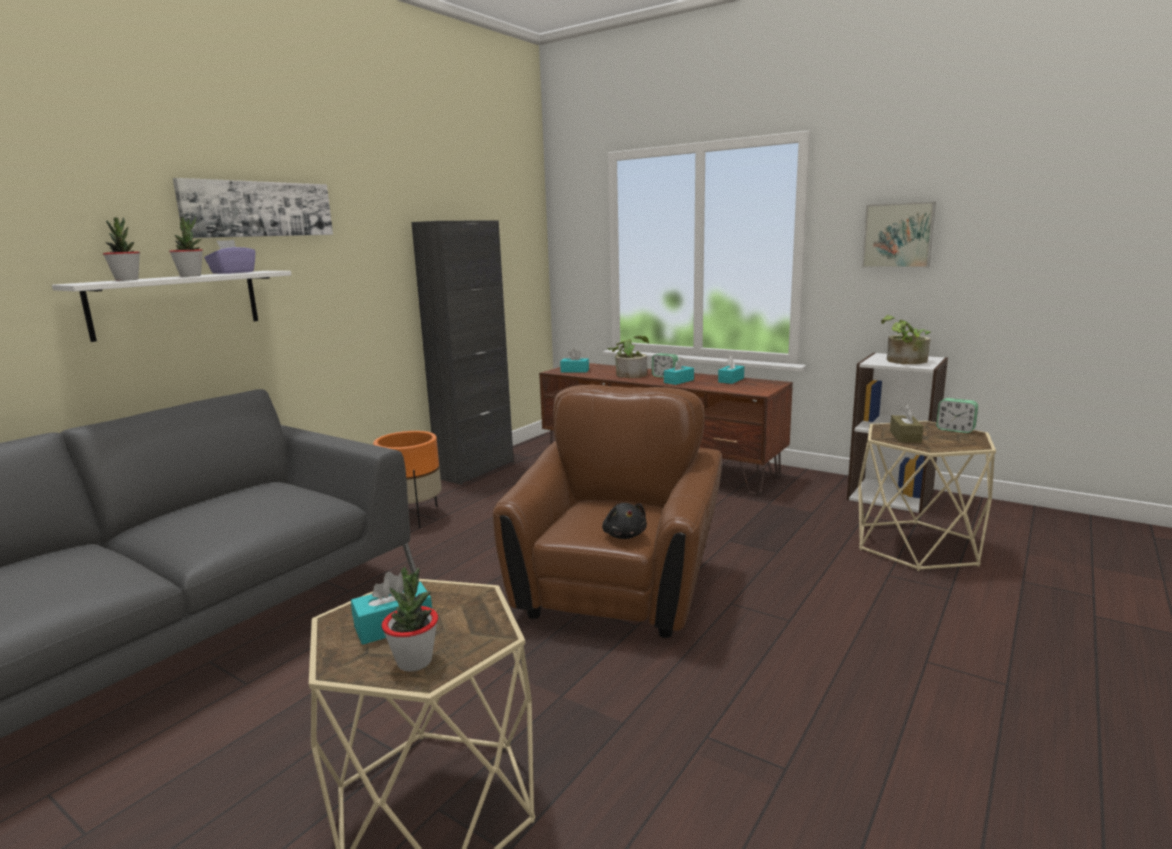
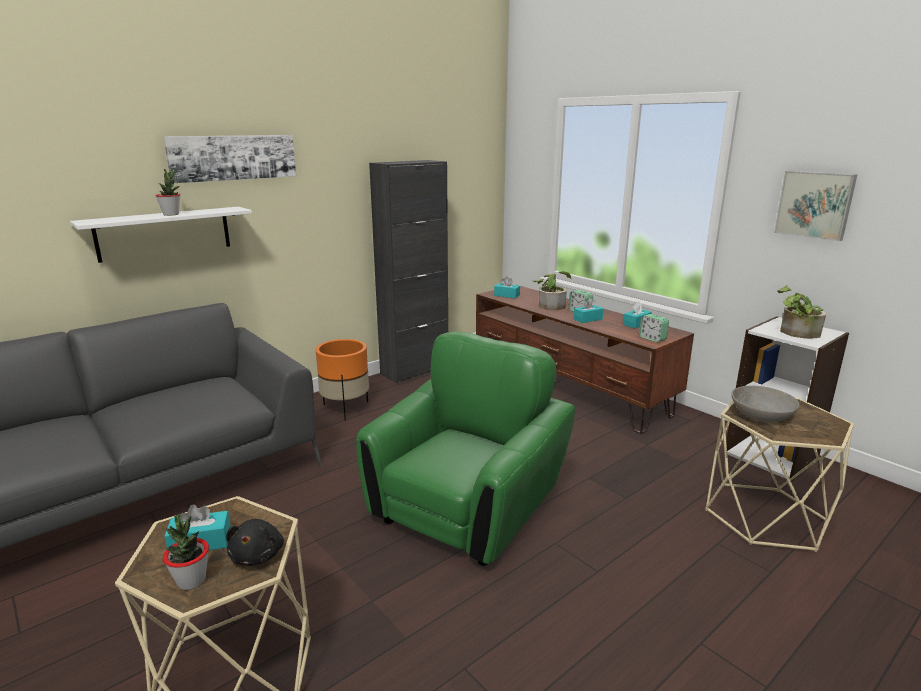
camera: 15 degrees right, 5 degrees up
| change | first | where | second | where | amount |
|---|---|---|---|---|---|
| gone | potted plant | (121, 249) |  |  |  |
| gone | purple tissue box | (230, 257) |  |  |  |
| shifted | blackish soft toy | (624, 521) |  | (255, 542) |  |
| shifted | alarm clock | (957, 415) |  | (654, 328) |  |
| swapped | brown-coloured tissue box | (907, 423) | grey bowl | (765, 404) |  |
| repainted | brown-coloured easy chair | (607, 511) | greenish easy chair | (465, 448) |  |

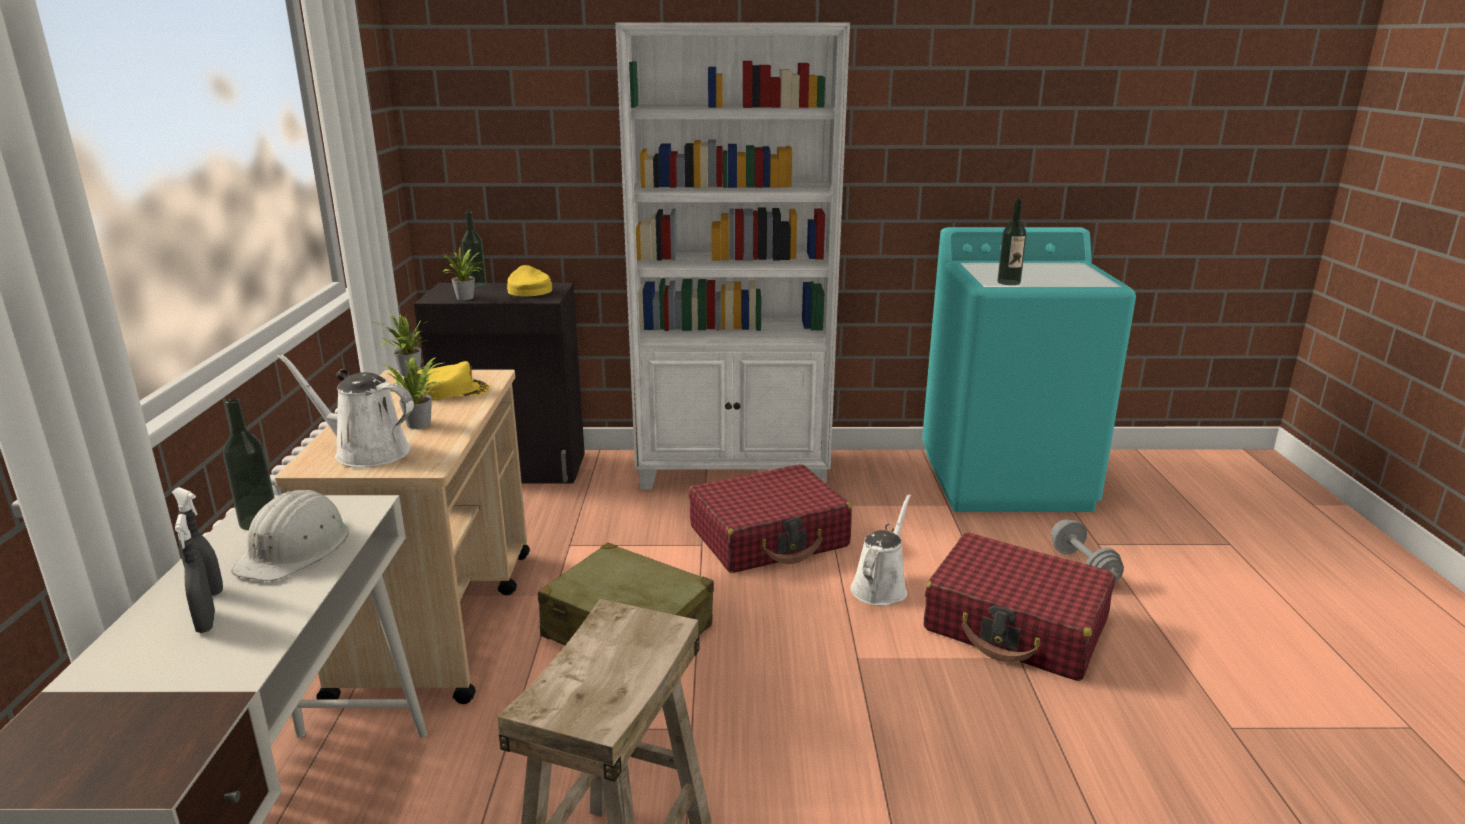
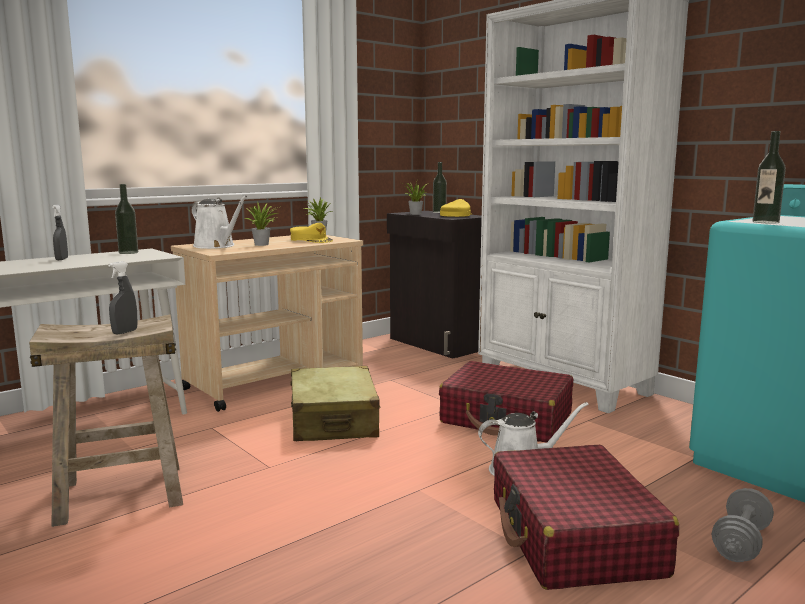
camera: 50 degrees right, 10 degrees down
| change | first | where | second | where | amount |
|---|---|---|---|---|---|
| gone | white work helmet | (290, 535) |  |  |  |
| shifted | grey sprayer | (195, 573) |  | (122, 297) |  |
| rotated | white watering pot | (345, 411) |  | (220, 222) | 150 degrees clockwise |

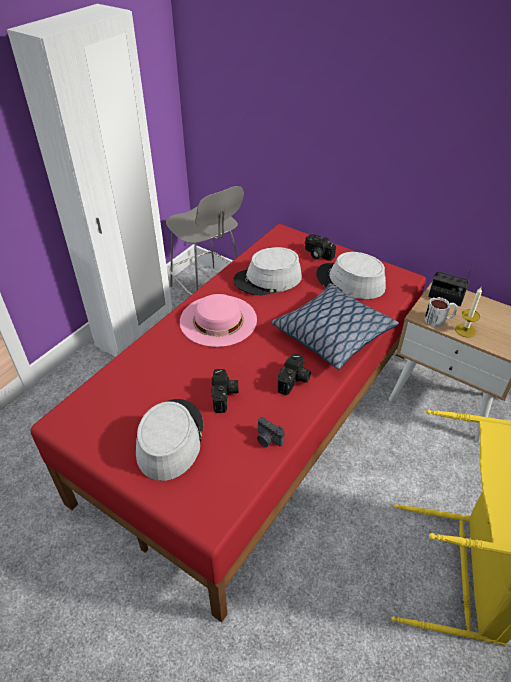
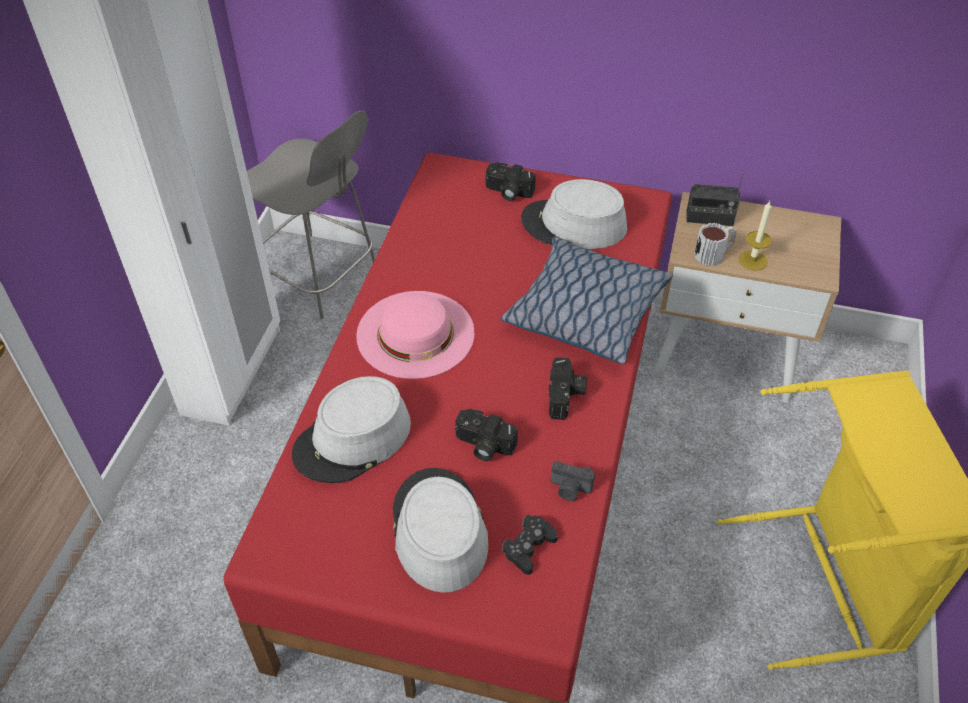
camera: 20 degrees left, 5 degrees up
| change | first | where | second | where | amount |
|---|---|---|---|---|---|
| new |  |  | blackish joypad | (530, 545) |  |
| shifted | grey hat | (267, 271) |  | (351, 429) |  |
| rotated | photo camera | (225, 391) |  | (486, 435) | 135 degrees clockwise |

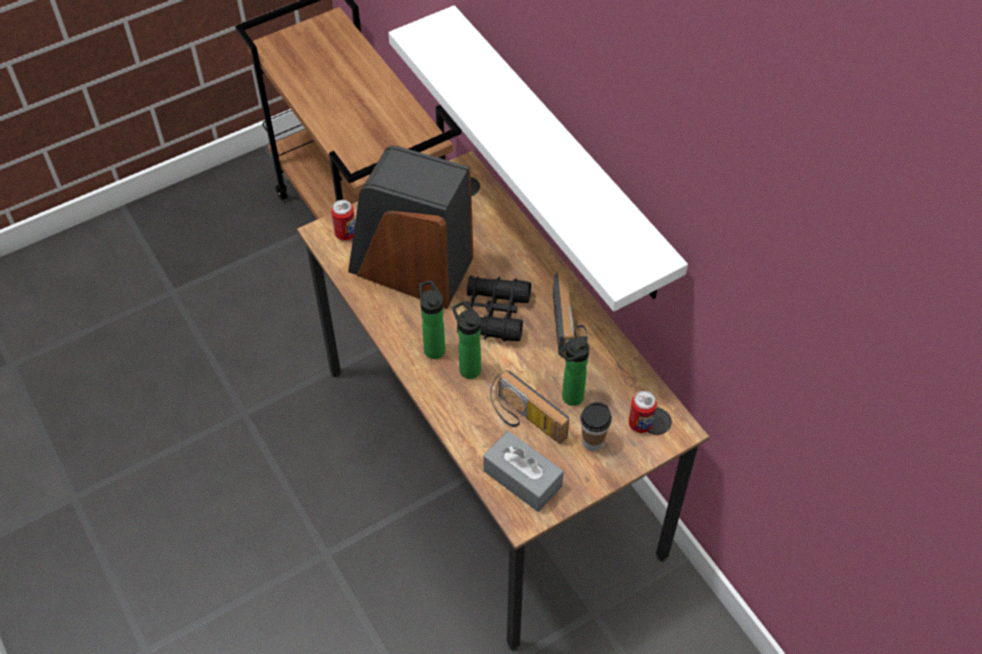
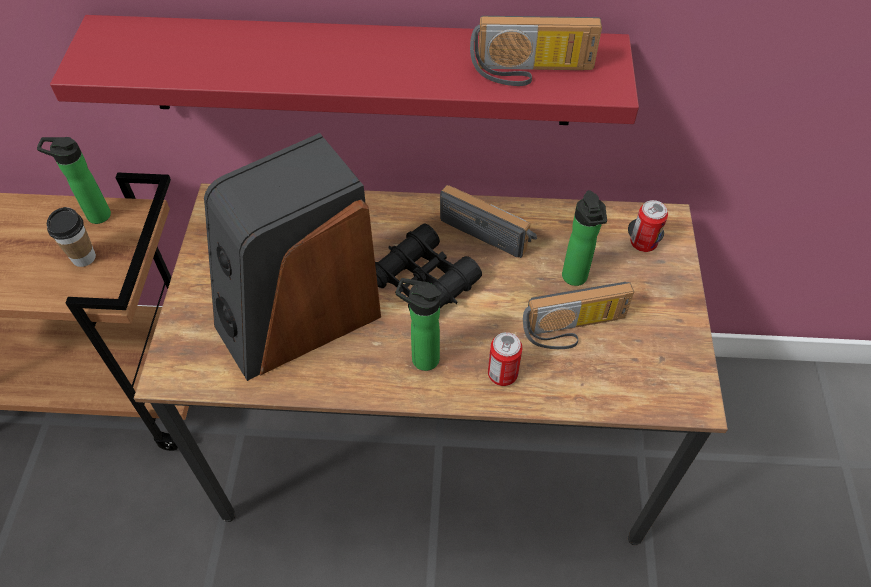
camera: 55 degrees left, 0 degrees up
| change | first | where | second | where | amount |
|---|---|---|---|---|---|
| gone | grey tissue box | (523, 471) |  |  |  |
| new |  |  | radio | (536, 51) |  |
| shifted | can | (343, 220) |  | (505, 359) |  |
| shifted | bottle | (466, 340) |  | (74, 180) |  |
| shifted | drinking cup | (596, 426) |  | (71, 237) |  |
| repainted | white shelf | (538, 158) | reddish shelf | (344, 70) |  |

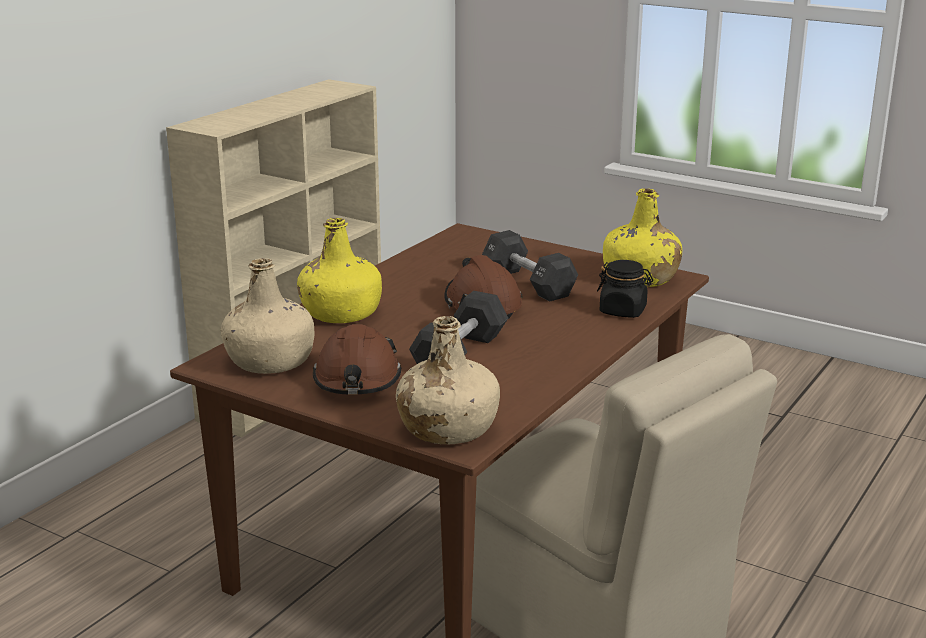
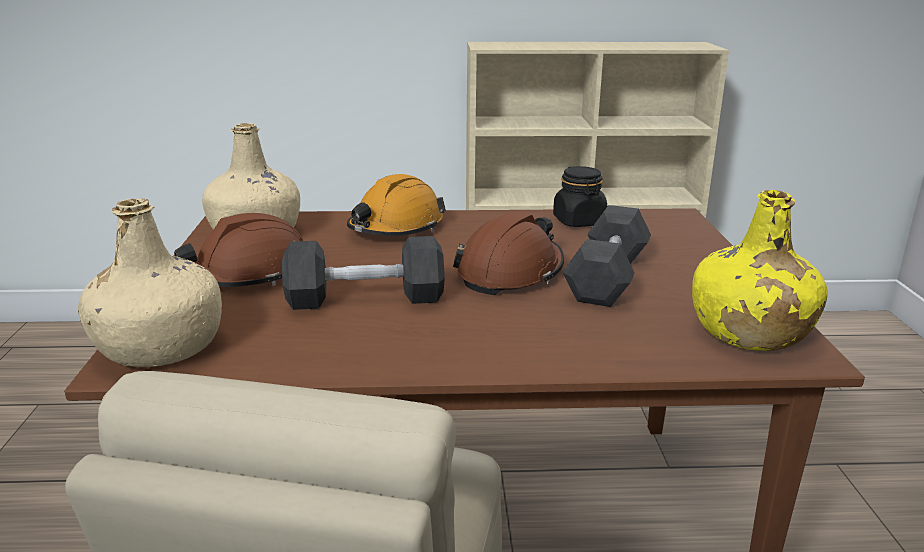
camera: 55 degrees right, 0 degrees up
| change | first | where | second | where | amount |
|---|---|---|---|---|---|
| shifted | blackish preserve jar | (625, 289) |  | (580, 196) |  |
| swapped | yellow bottle | (339, 270) | orange work helmet | (396, 205) |  |

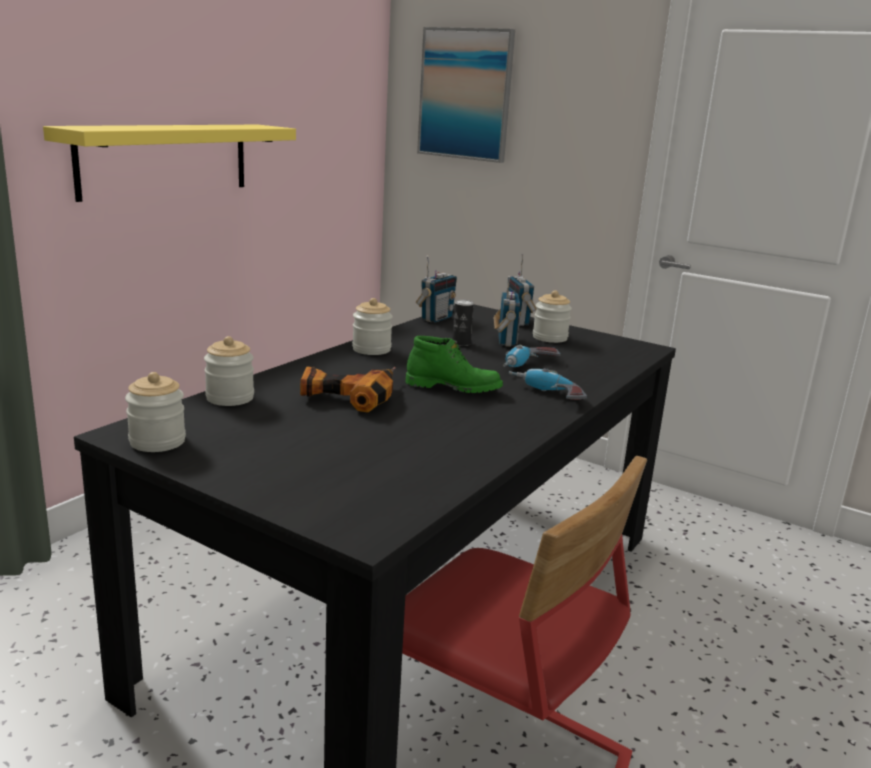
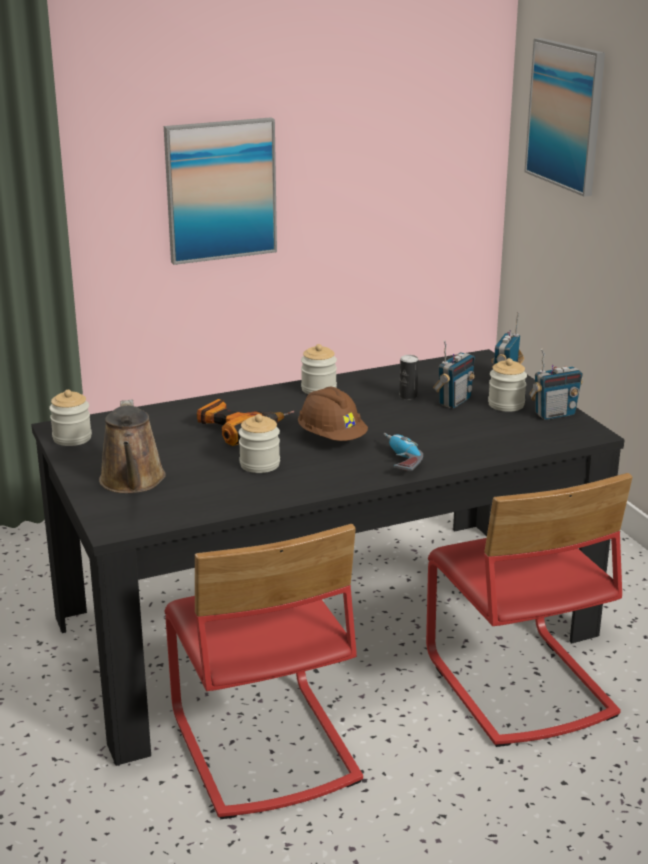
camera: 35 degrees right, 5 degrees up
| change | first | where | second | where | amount |
|---|---|---|---|---|---|
| gone | drill | (531, 356) |  |  |  |
| new |  |  | brown-coloured watering pot | (132, 446) |  |
| new |  |  | reddish plain chair | (529, 610) |  |
| shifted | preserve jar | (229, 371) |  | (259, 443) |  |
| shifted | radio | (436, 289) |  | (556, 384) |  |
| swapped | yellow shelf | (169, 163) | picture | (220, 191) |  |
| swapped | greenish high-top boot | (454, 364) | brown-coloured work helmet | (333, 414) |  |

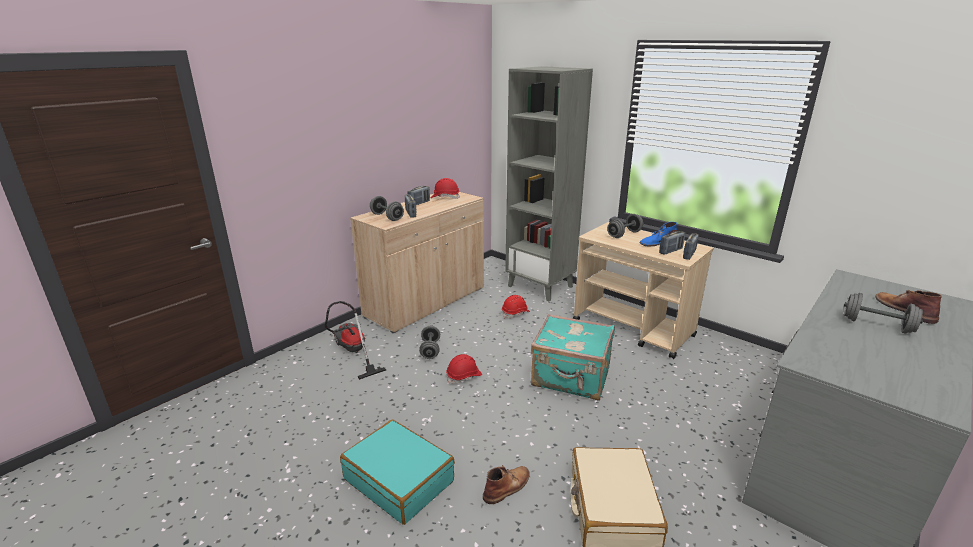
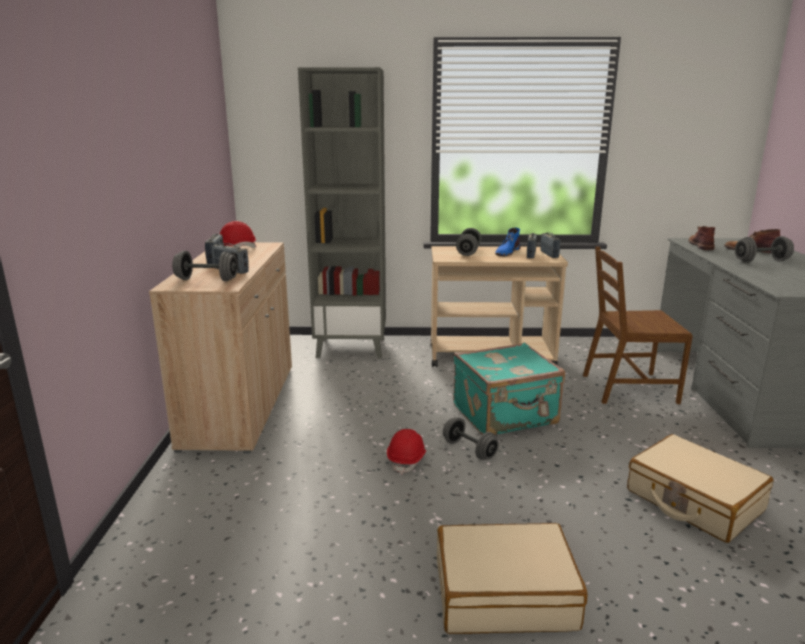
camera: 40 degrees left, 5 degrees down
| change | first | where | second | where | amount |
|---|---|---|---|---|---|
| gone | vacuum | (355, 340) |  |  |  |
| gone | reddish work helmet | (516, 306) |  |  |  |
| new |  |  | brown-coloured plain chair | (638, 325) |  |
| shifted | grey dumbbell | (429, 342) |  | (471, 438) |  |
| shifted | brown-coloured high-top boot | (506, 484) |  | (701, 238) |  |
| repainted | turquoise-coloured piece of luggage | (397, 472) | beige piece of luggage | (512, 578) |  |

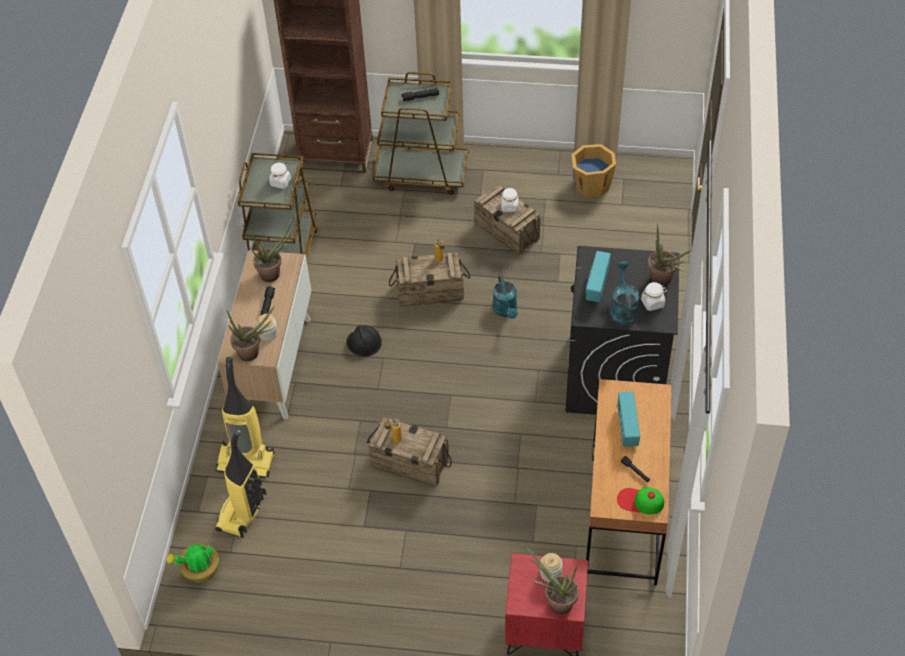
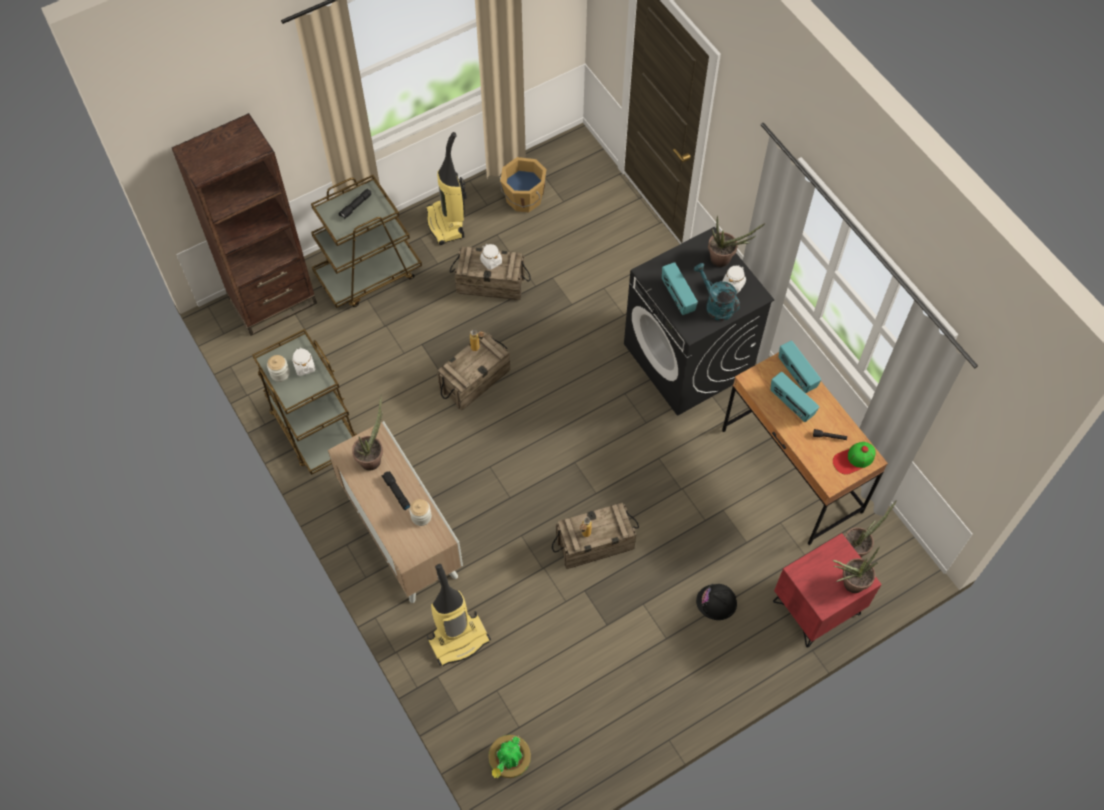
camera: 40 degrees left, 10 degrees up
| change | first | where | second | where | amount |
|---|---|---|---|---|---|
| gone | turquoise-coloured watering pot | (505, 297) |  |  |  |
| new |  |  | radio | (799, 366) |  |
| shifted | vacuum | (241, 484) |  | (446, 188) |  |
| shifted | potted plant | (251, 333) |  | (871, 528) |  |
| shifted | blackish work helmet | (364, 340) |  | (716, 602) |  |
| shifted | preserve jar | (551, 567) |  | (278, 368) |  |

